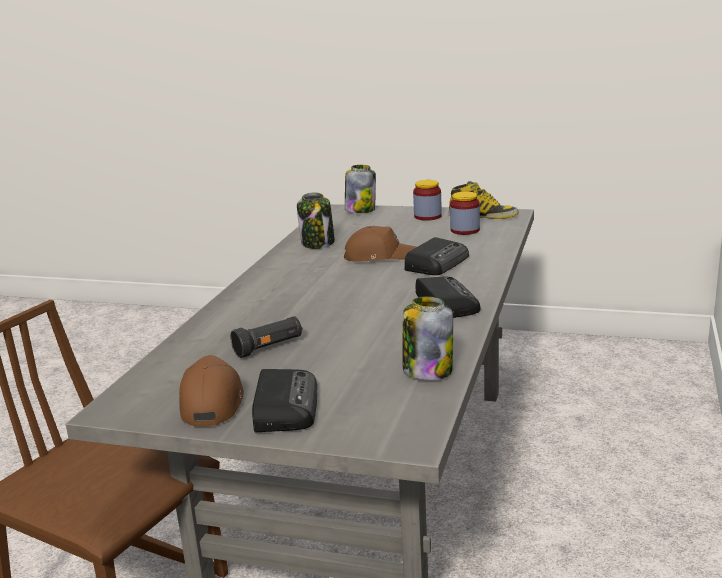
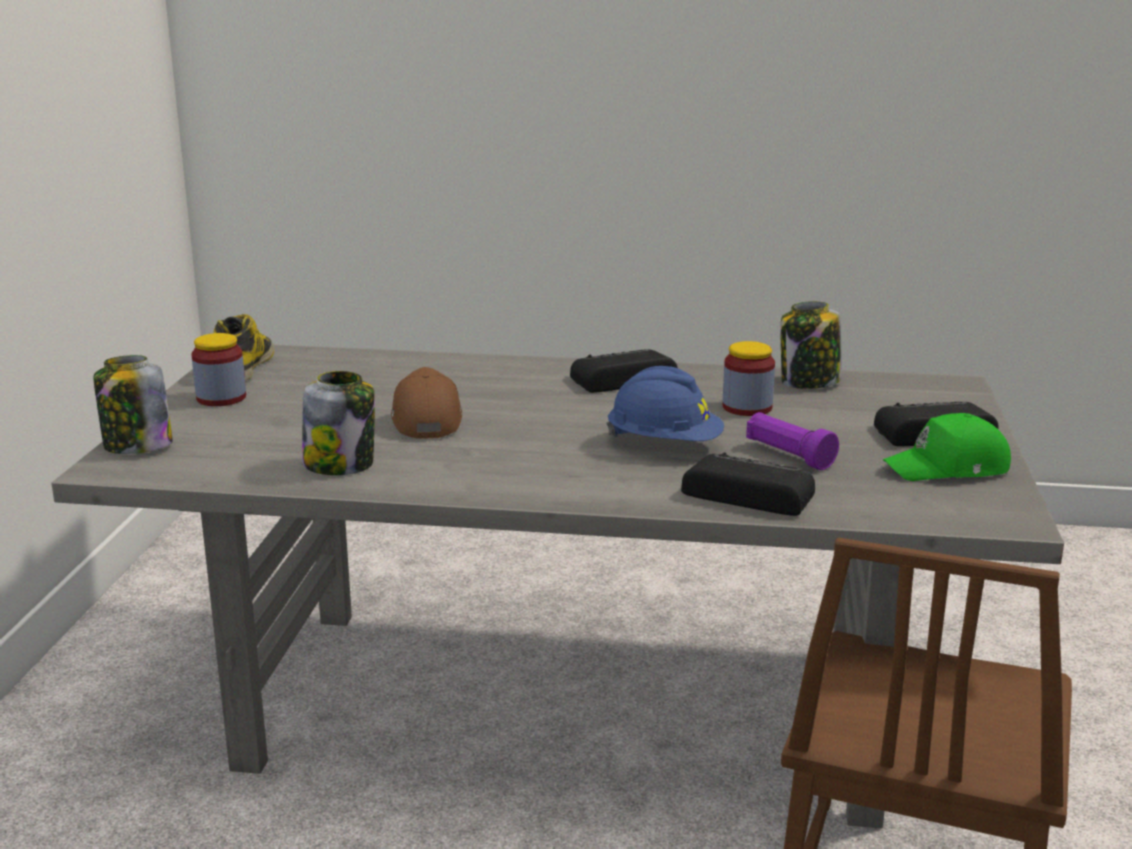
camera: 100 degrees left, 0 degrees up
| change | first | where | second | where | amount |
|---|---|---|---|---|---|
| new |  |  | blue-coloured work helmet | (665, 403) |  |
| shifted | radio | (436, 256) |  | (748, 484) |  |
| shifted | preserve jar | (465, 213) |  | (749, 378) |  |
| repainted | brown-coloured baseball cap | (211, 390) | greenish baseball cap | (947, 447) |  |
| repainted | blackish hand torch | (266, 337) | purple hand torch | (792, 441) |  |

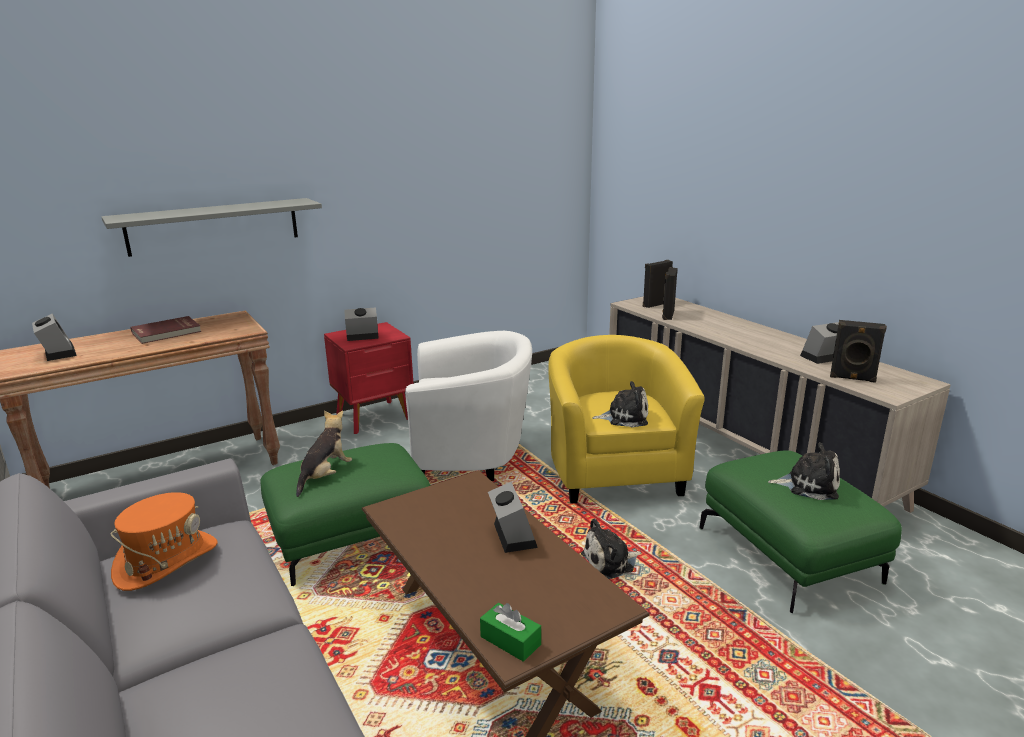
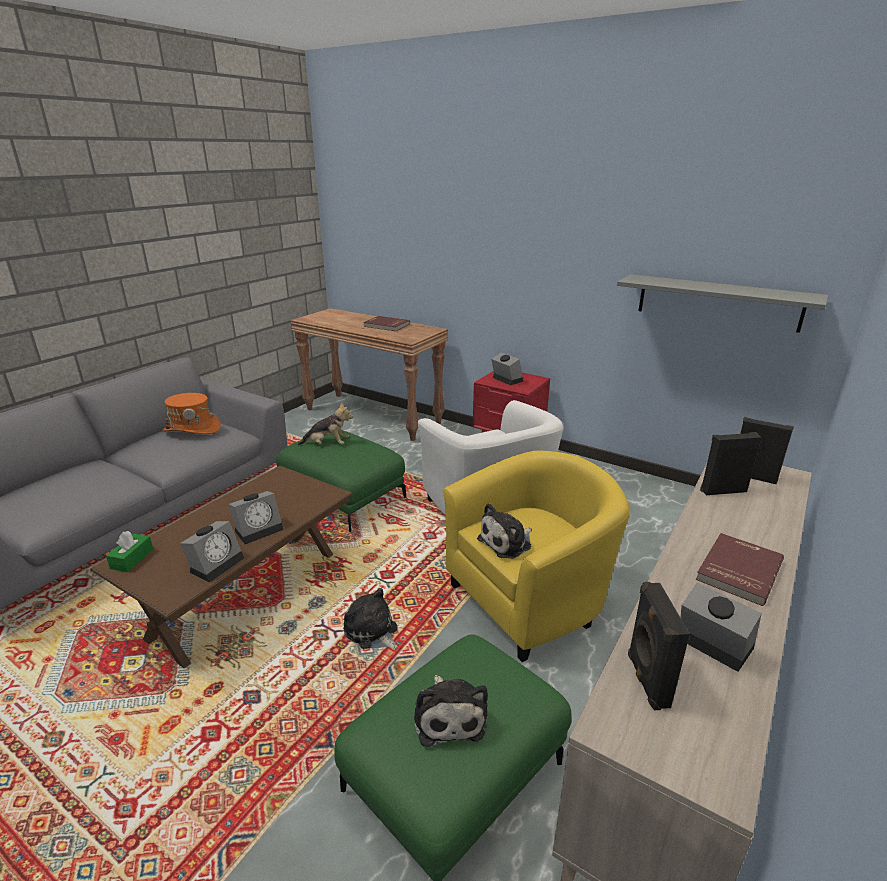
camera: 65 degrees right, 5 degrees up
| change | first | where | second | where | amount |
|---|---|---|---|---|---|
| new |  |  | reddish volume | (740, 569) |  |
| shifted | alarm clock | (54, 337) |  | (212, 551) |  |
| shifted | grey shelf | (211, 227) |  | (722, 303) |  |
| rotated | soft toy | (620, 404) |  | (504, 531) | 75 degrees clockwise |

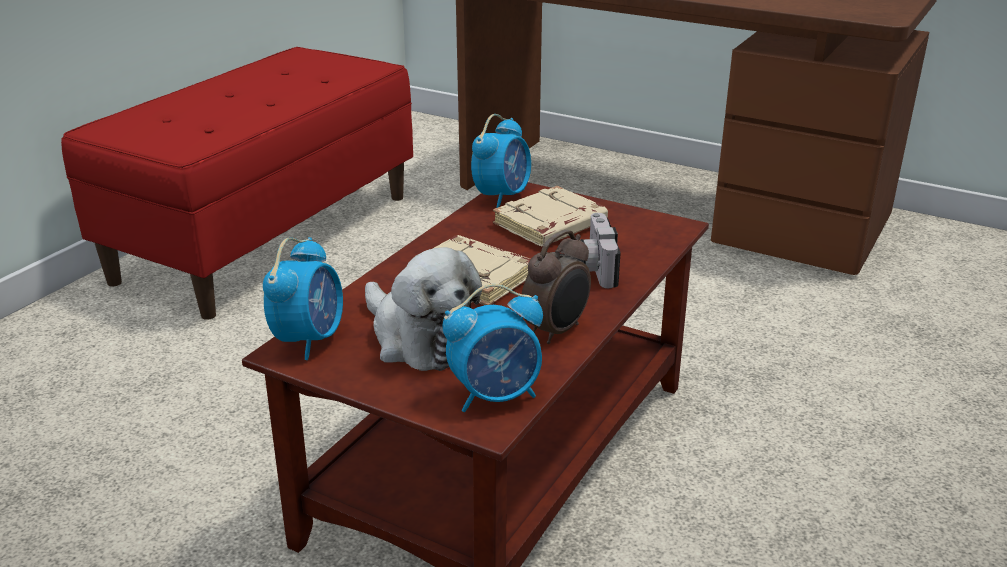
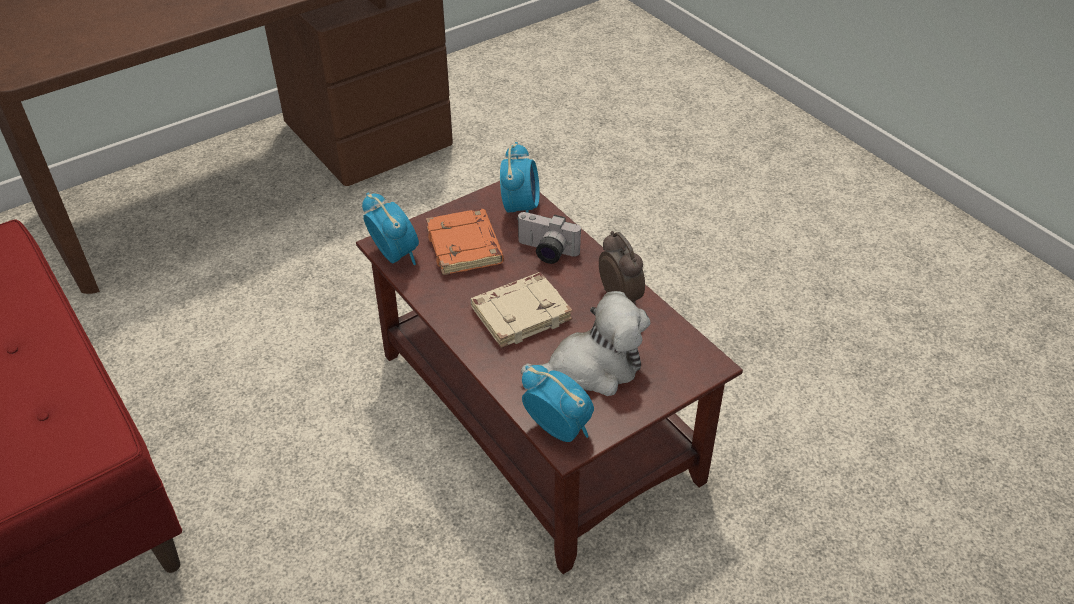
camera: 65 degrees left, 15 degrees up
| change | first | where | second | where | amount |
|---|---|---|---|---|---|
| shifted | alarm clock | (492, 348) |  | (520, 177) |  |
| repainted | beige volume | (550, 216) | orange volume | (465, 242) |  |

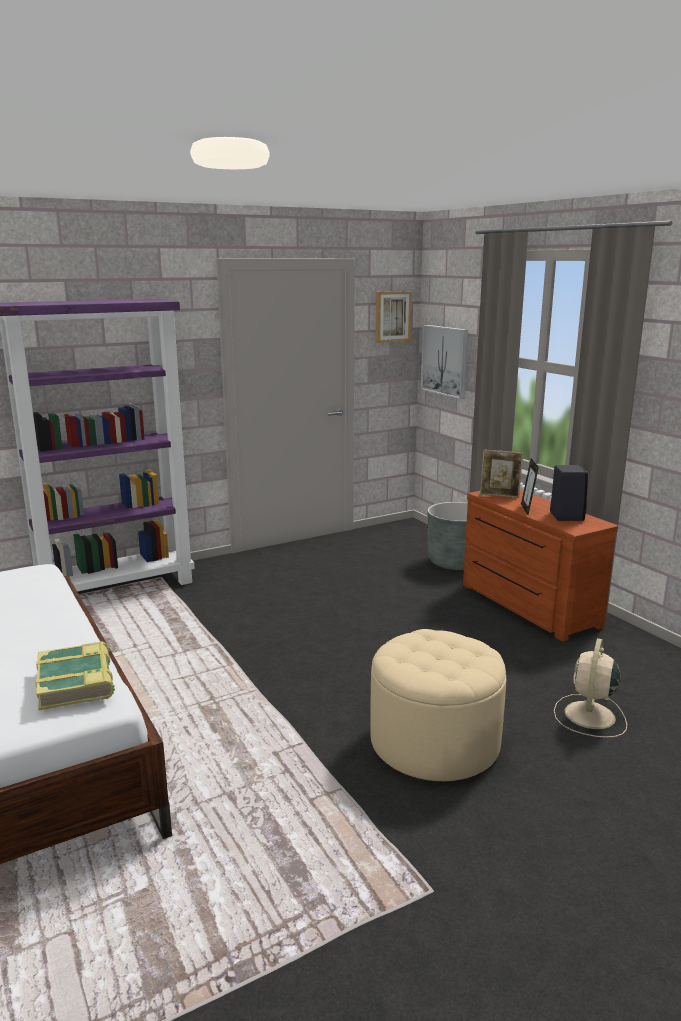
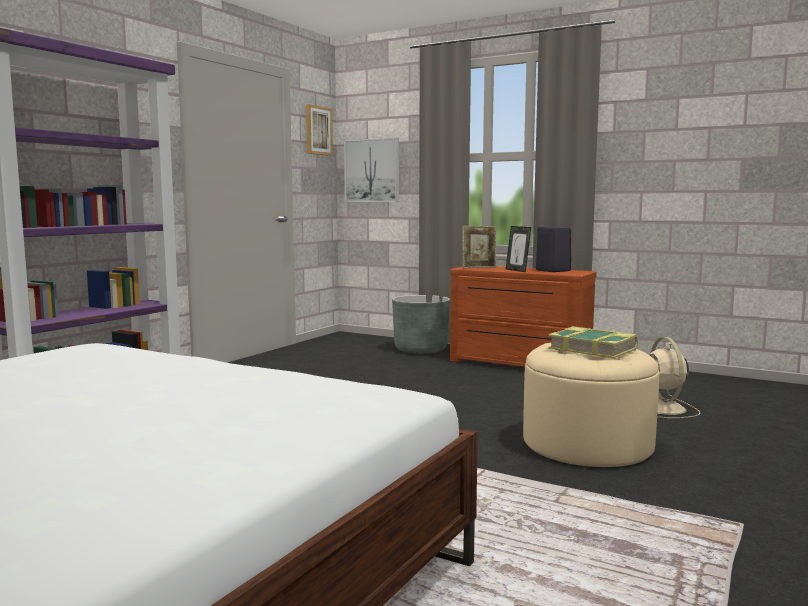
camera: 30 degrees left, 10 degrees down
| change | first | where | second | where | amount |
|---|---|---|---|---|---|
| shifted | volume | (75, 675) |  | (593, 342) |  |

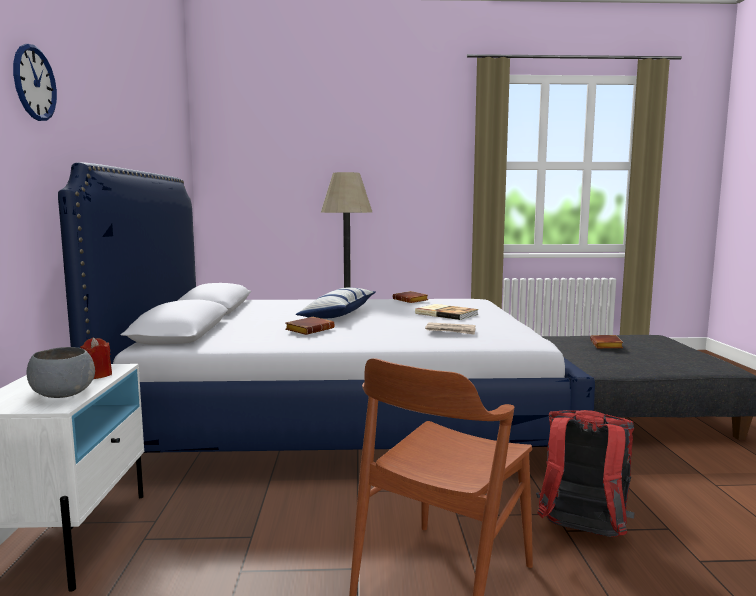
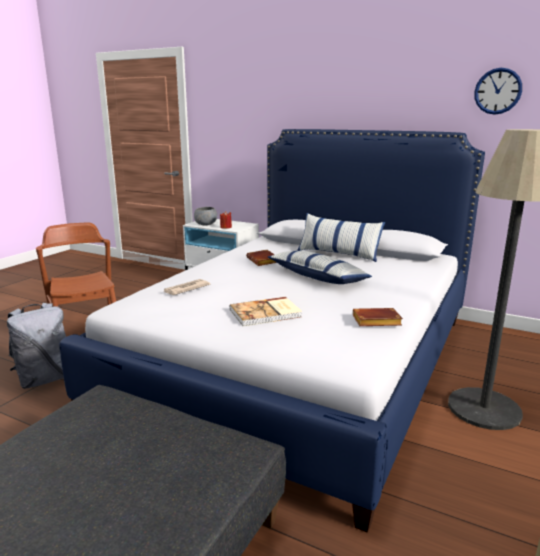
camera: 120 degrees right, 10 degrees up
| change | first | where | second | where | amount |
|---|---|---|---|---|---|
| gone | brown-coloured volume | (606, 341) |  |  |  |
| new |  |  | throw pillow | (341, 237) |  |
| shifted | hanging clock | (35, 82) |  | (498, 91) |  |
| repainted | reddish rucksack | (585, 473) | grey rucksack | (36, 346) |  |

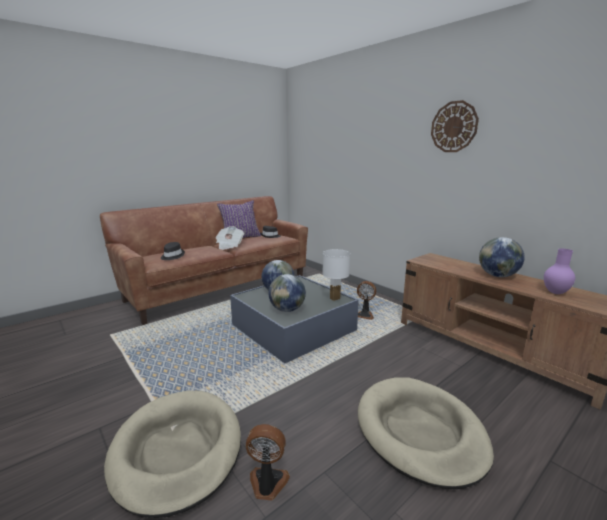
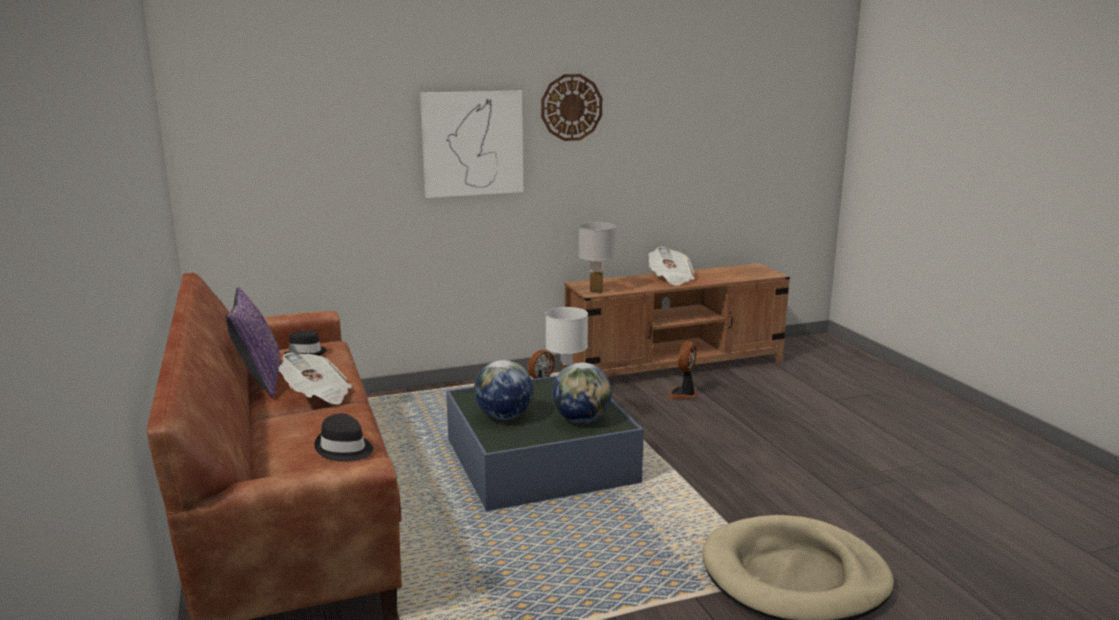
camera: 70 degrees left, 0 degrees up
| change | first | where | second | where | amount |
|---|---|---|---|---|---|
| gone | beige dog cushion | (426, 433) |  |  |  |
| gone | purple flower vase | (559, 271) |  |  |  |
| new |  |  | picture | (471, 144) |  |
| new |  |  | white lamp for a table | (597, 257) |  |
| shifted | cooling fan | (268, 462) |  | (682, 370) |  |
| swapped | globe | (502, 257) | daily paper | (671, 266) |  |

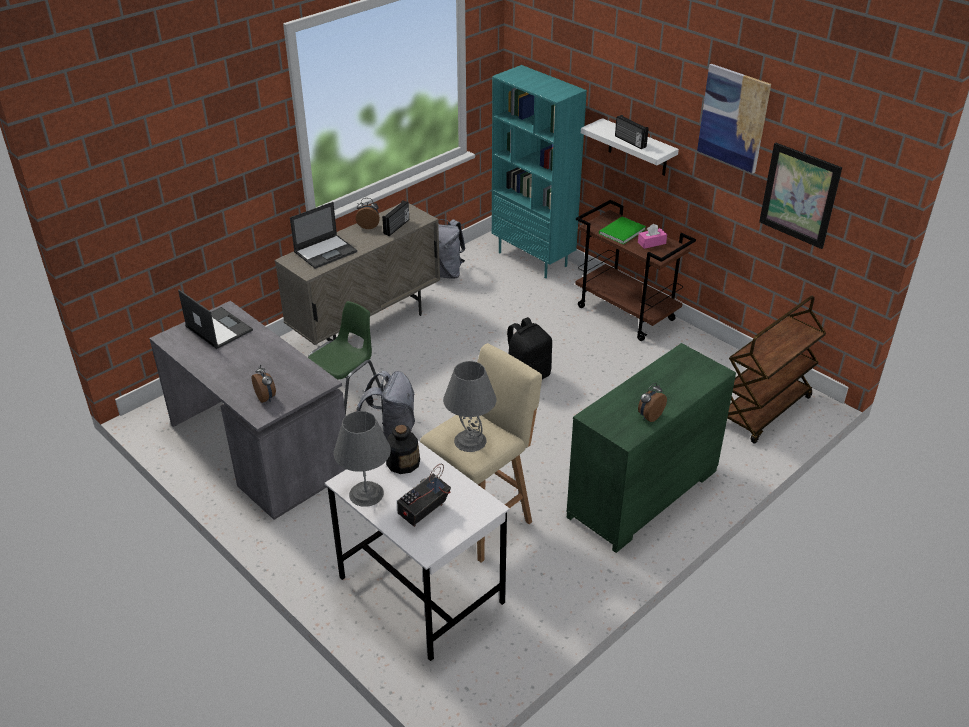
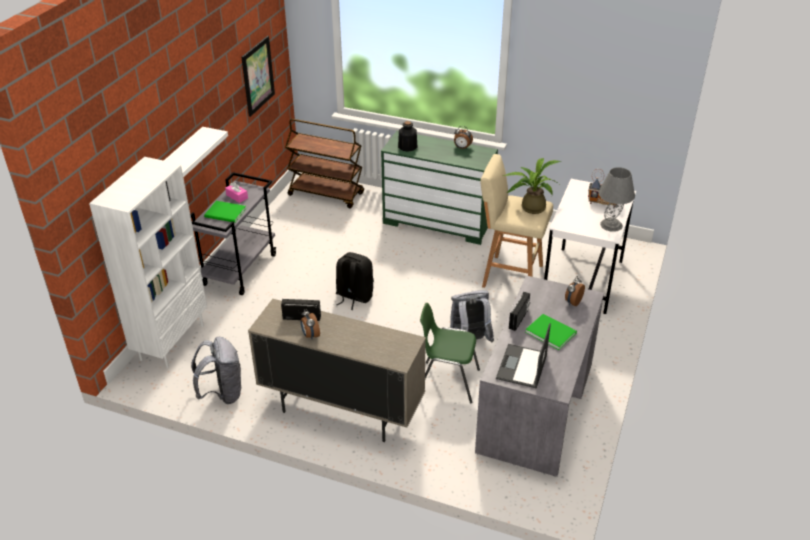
camera: 115 degrees left, 0 degrees up
| change | first | where | second | where | amount |
|---|---|---|---|---|---|
| gone | notebook computer | (323, 235) |  |  |  |
| gone | picture | (734, 118) |  |  |  |
| new |  |  | greenish volume | (551, 332) |  |
| shifted | bottle | (403, 449) |  | (408, 136) |  |
| shifted | radio | (632, 132) |  | (519, 311) |  |
| swapped | grey lamp for a table | (469, 406) | potted plant | (532, 186) |  |
| repainted | turquoise-coloured bookshelf | (539, 171) | white bookshelf | (148, 263) |  |
| repainted | brown-coloured wheeled cart | (635, 270) | grey wheeled cart | (233, 233) |  |

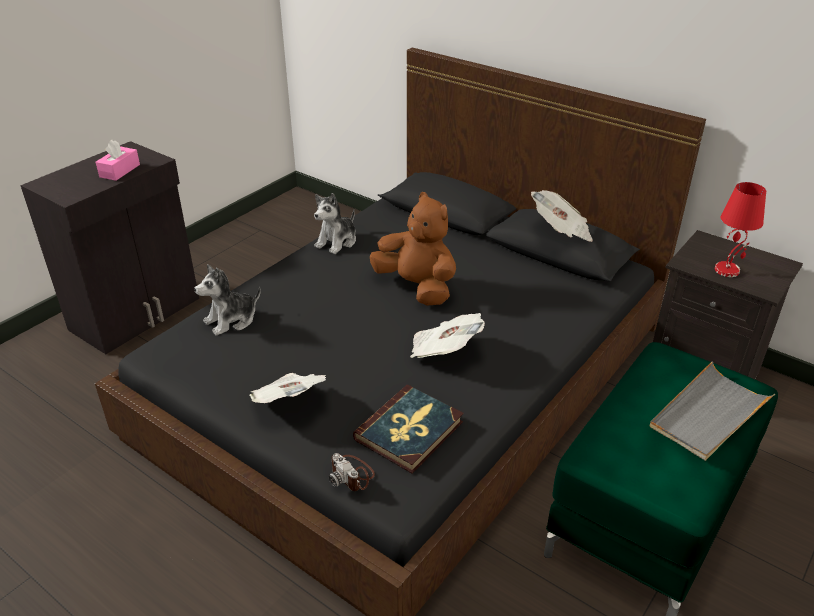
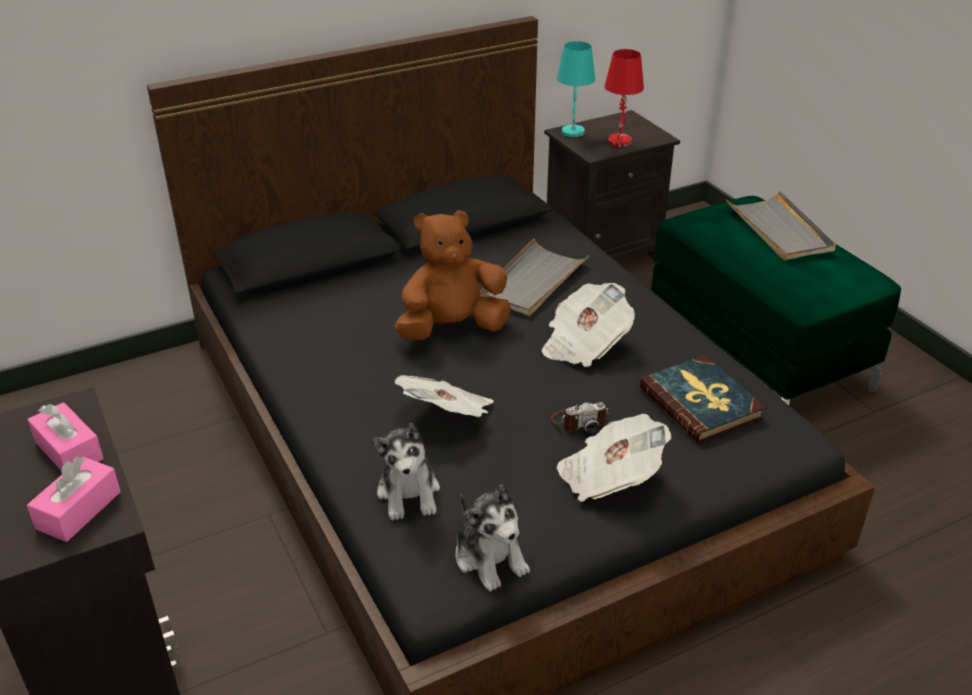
camera: 65 degrees left, 0 degrees up
| change | first | where | second | where | amount |
|---|---|---|---|---|---|
| new |  |  | pink tissue box | (74, 499) |  |
| new |  |  | grey tray | (534, 277) |  |
| new |  |  | turquoise-coloured lamp for a table | (576, 89) |  |
| shifted | soft toy | (335, 223) |  | (492, 537) |  |
| shifted | photo camera | (352, 472) |  | (580, 417) |  |
| shifted | daily paper | (562, 216) |  | (444, 396) |  |

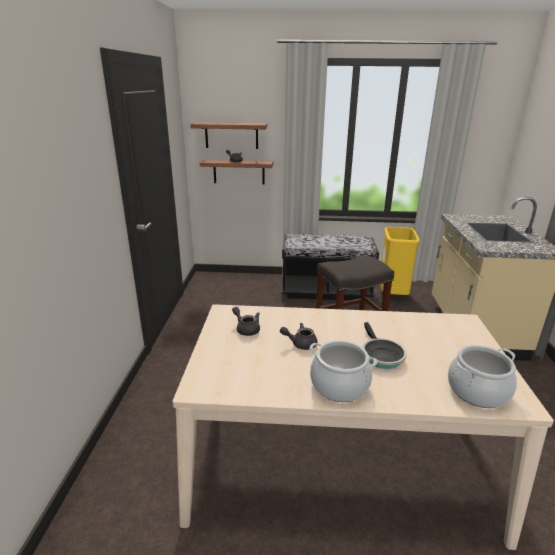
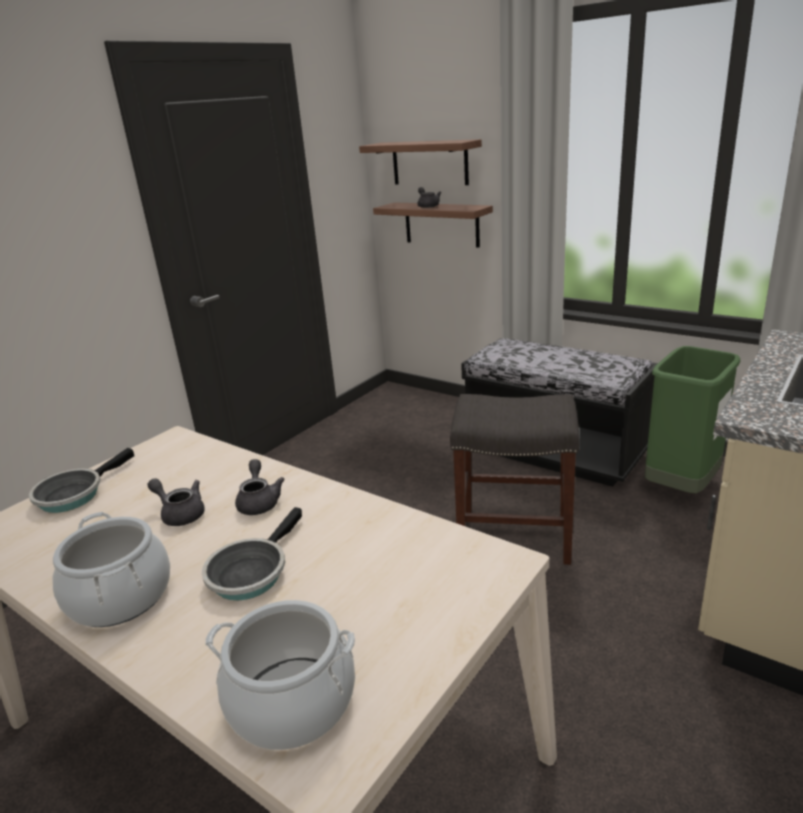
camera: 35 degrees right, 0 degrees up
| change | first | where | second | where | amount |
|---|---|---|---|---|---|
| new |  |  | pan | (81, 480) |  |
| shifted | grey tea pot | (246, 321) |  | (260, 487) |  |
| repainted | yellow trash can | (400, 261) | greenish trash can | (693, 419) |  |

